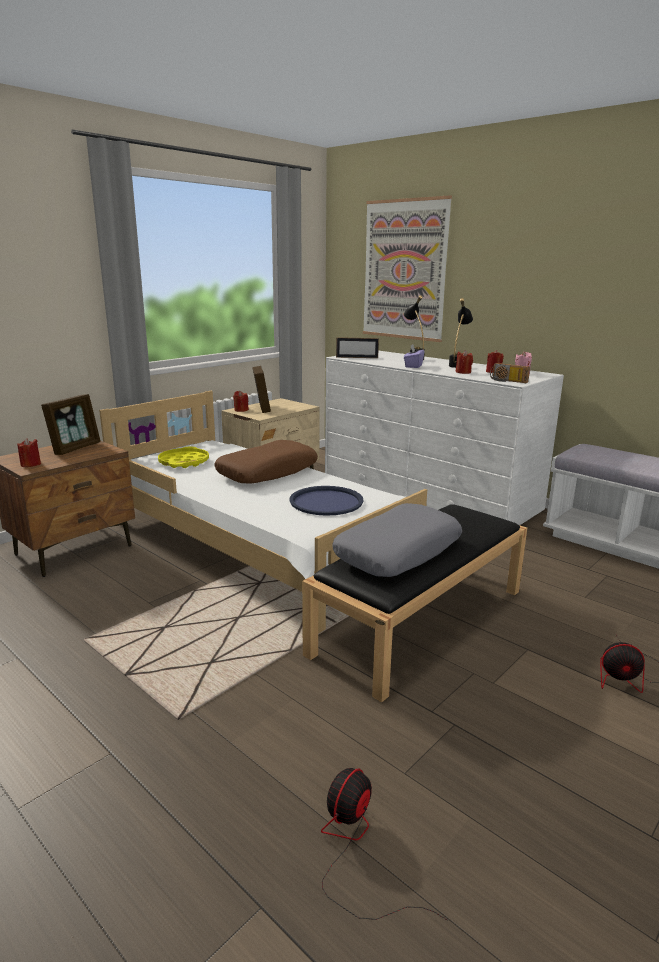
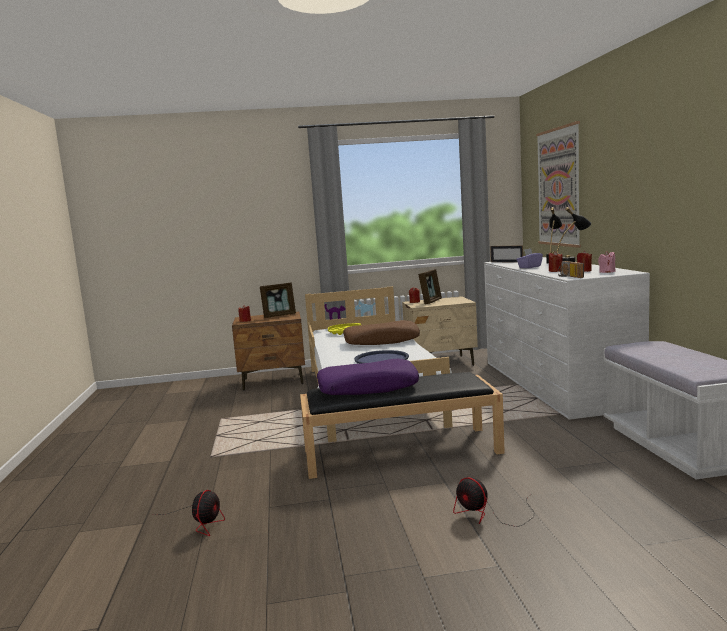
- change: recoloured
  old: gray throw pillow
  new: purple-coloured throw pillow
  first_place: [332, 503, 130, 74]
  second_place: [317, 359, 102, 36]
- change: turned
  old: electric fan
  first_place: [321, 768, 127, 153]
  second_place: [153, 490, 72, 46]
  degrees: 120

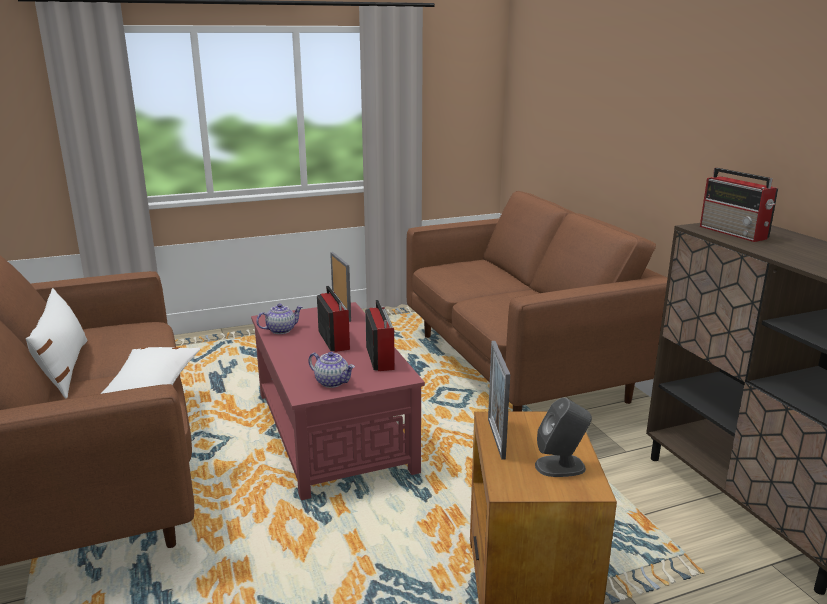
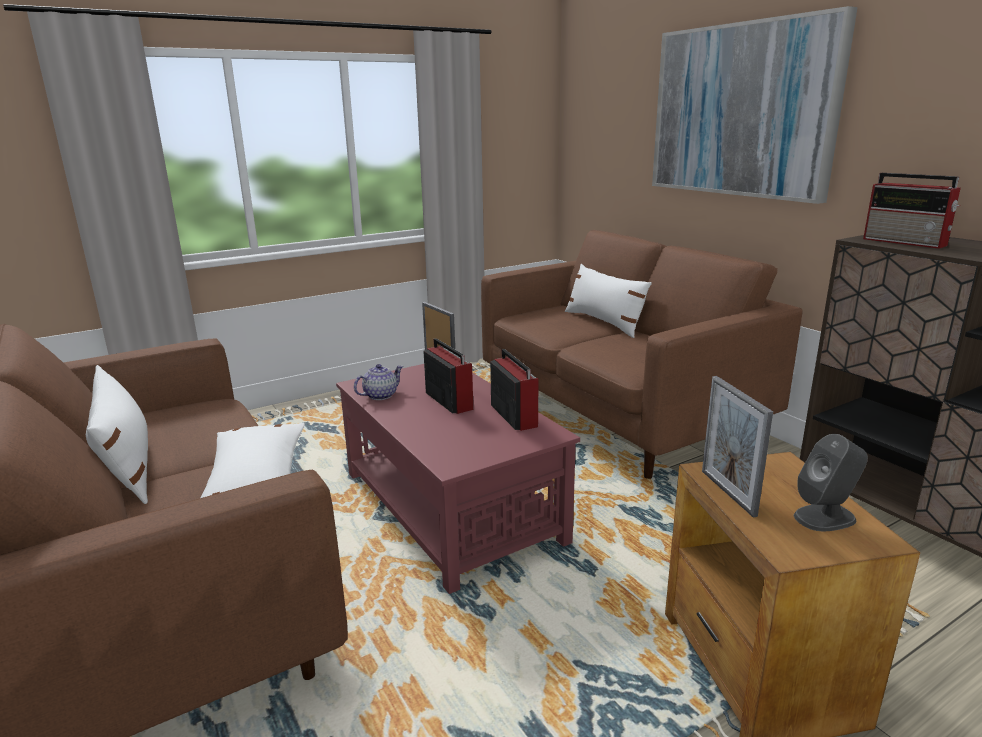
- change: removed
  old: pot for tea
  first_place: [308, 352, 47, 36]
- change: added
  new: white-coloured throw pillow
  second_place: [565, 264, 87, 74]
- change: added
  new: wall art
  second_place: [652, 6, 206, 198]

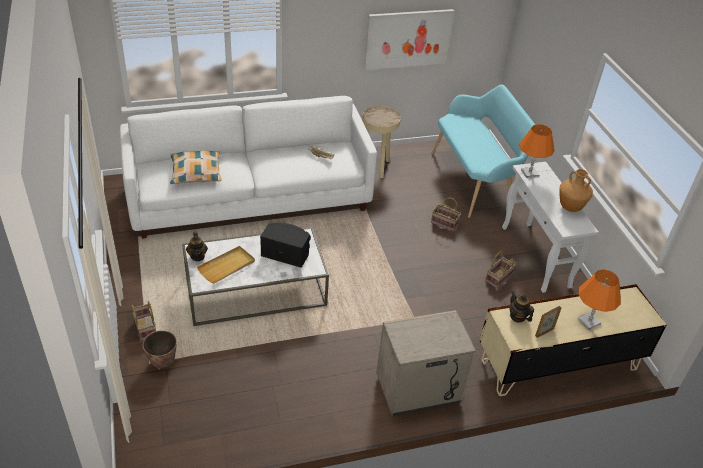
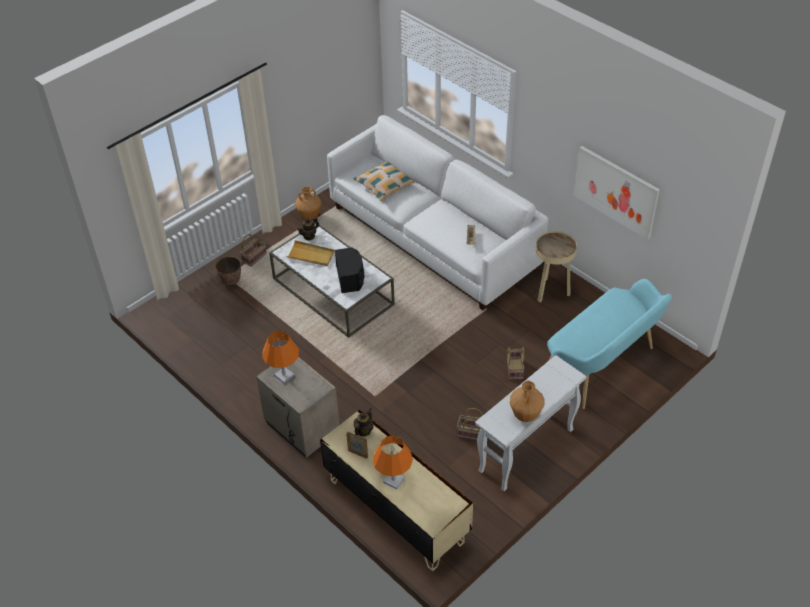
- change: added
  new: brown flower vase
  second_place: [295, 187, 27, 33]
- change: moved
  old: orange lamp for a table
  first_place: [519, 124, 36, 54]
  second_place: [262, 331, 37, 52]

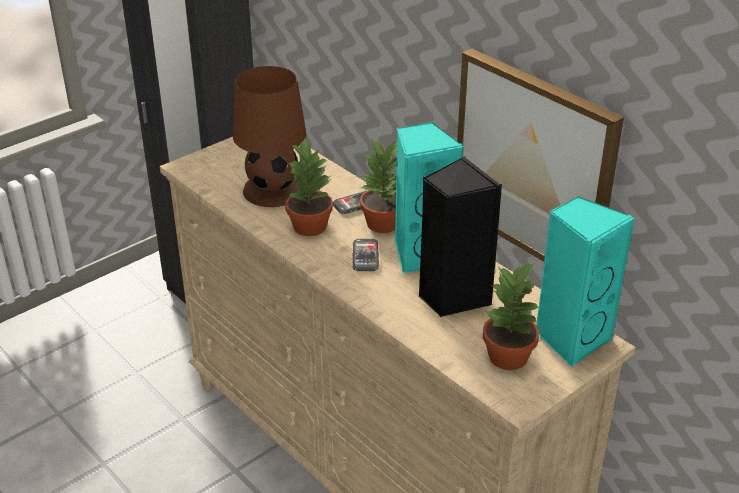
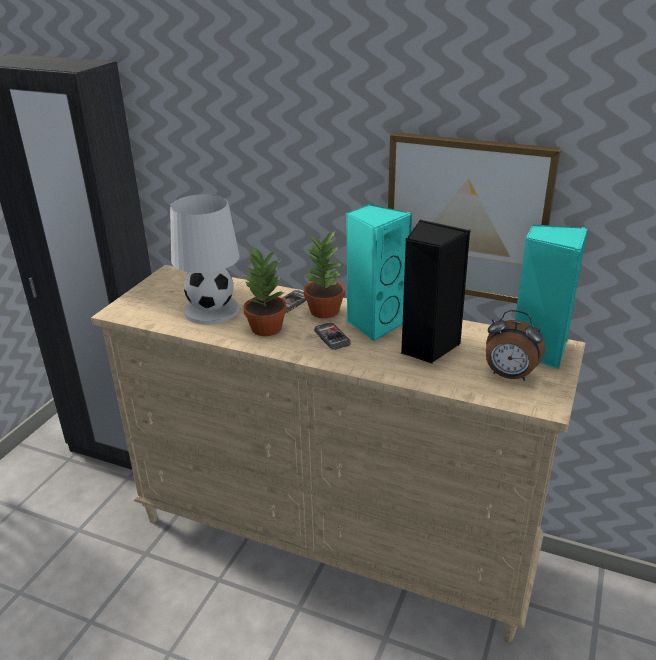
- change: replaced
  old: potted plant
  new: alarm clock
  first_place: [483, 262, 57, 108]
  second_place: [486, 310, 59, 71]
- change: recoloured
  old: brown lamp for a table
  new: white-coloured lamp for a table
  first_place: [233, 66, 74, 141]
  second_place: [170, 194, 70, 131]

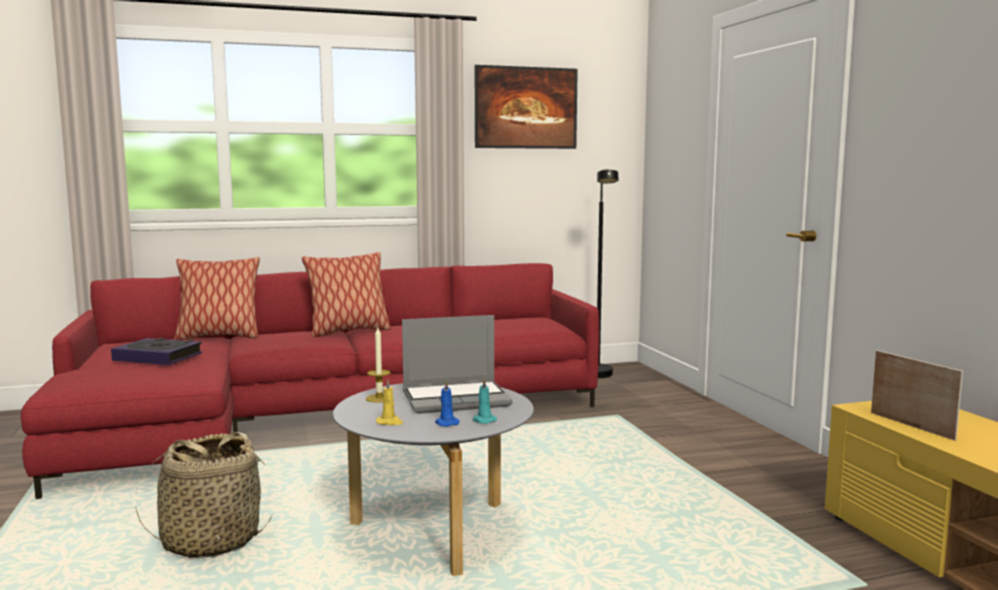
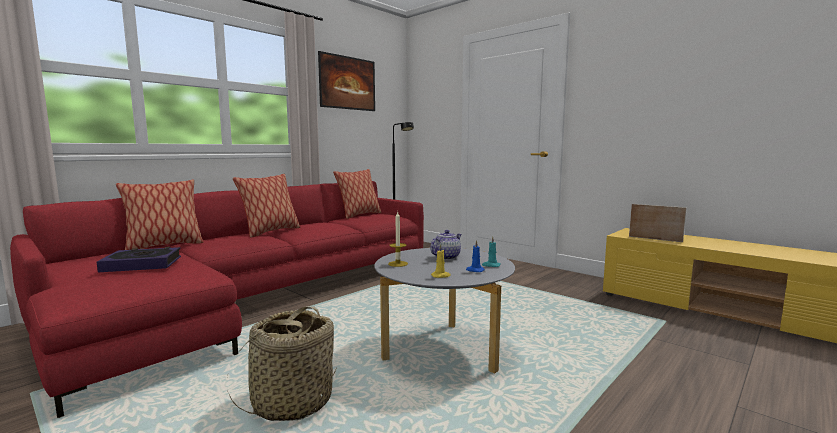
- change: added
  new: throw pillow
  second_place: [333, 169, 48, 50]
- change: replaced
  old: laptop
  new: pot for tea
  first_place: [402, 315, 110, 99]
  second_place: [430, 230, 31, 30]

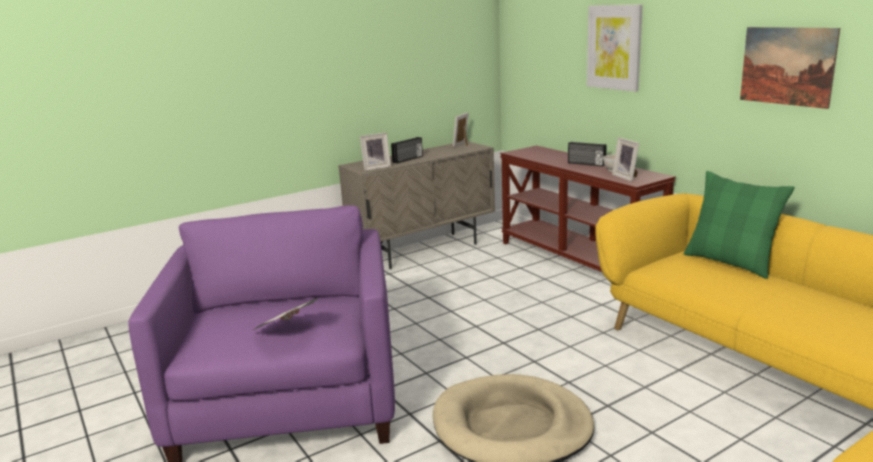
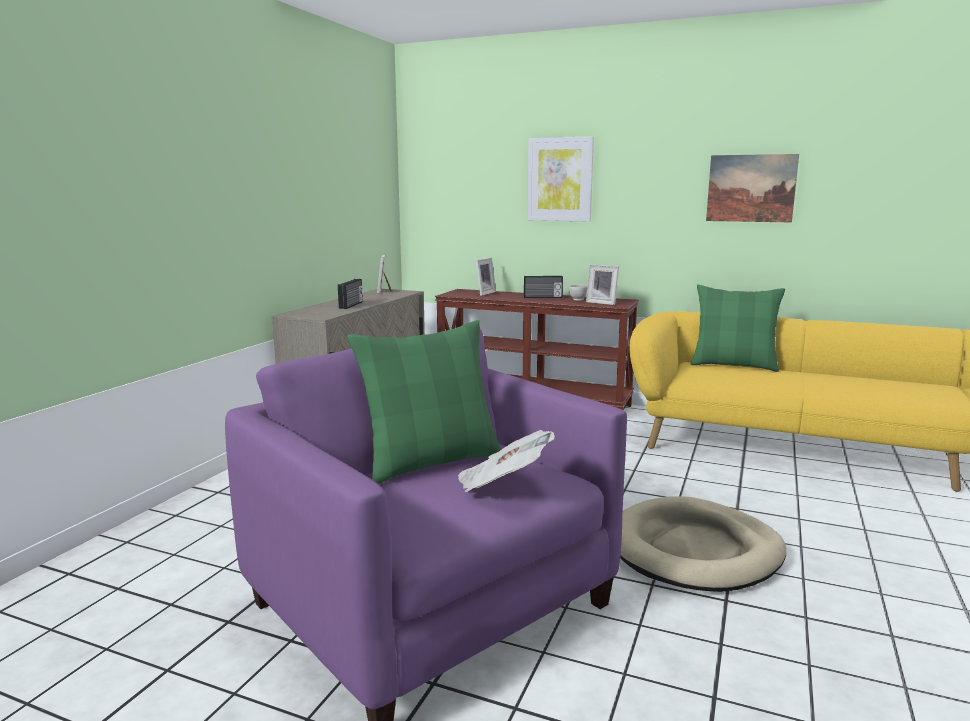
- change: added
  new: greenish throw pillow
  second_place: [347, 320, 154, 164]
- change: moved
  old: picture frame
  first_place: [360, 132, 31, 39]
  second_place: [476, 258, 20, 38]

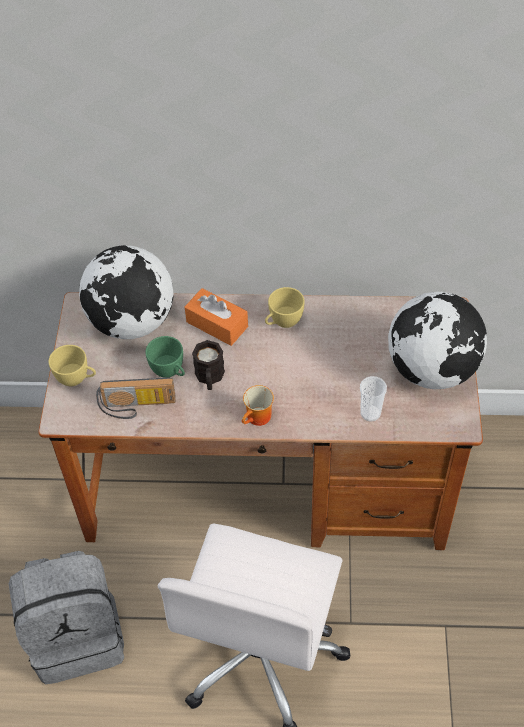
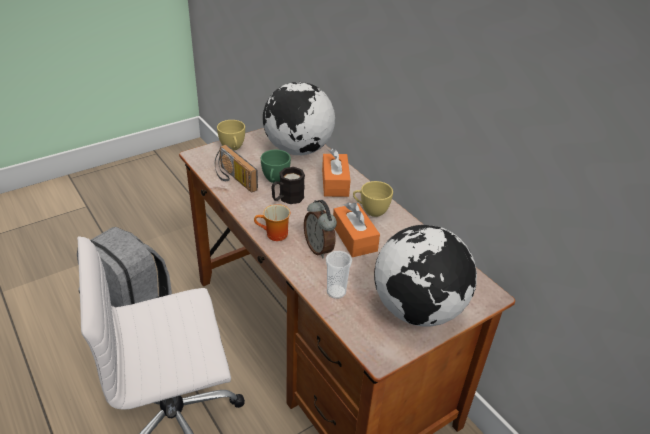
- change: added
  new: alarm clock
  second_place: [304, 200, 33, 58]
- change: added
  new: orange box of tissues
  second_place: [333, 202, 47, 55]

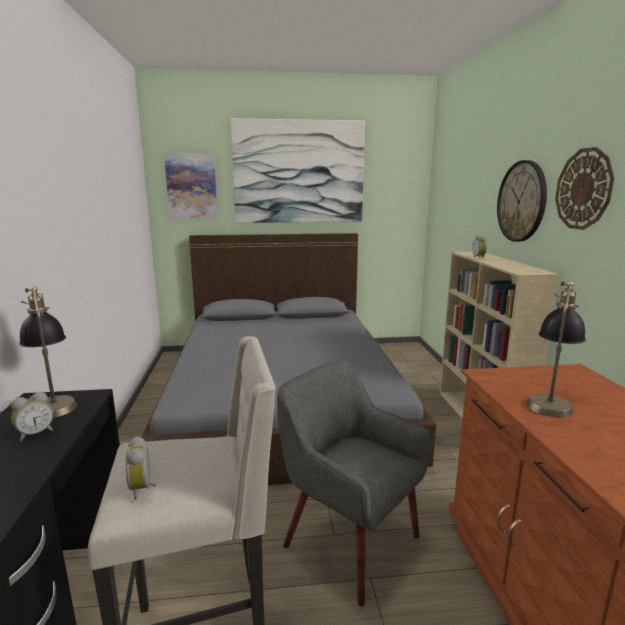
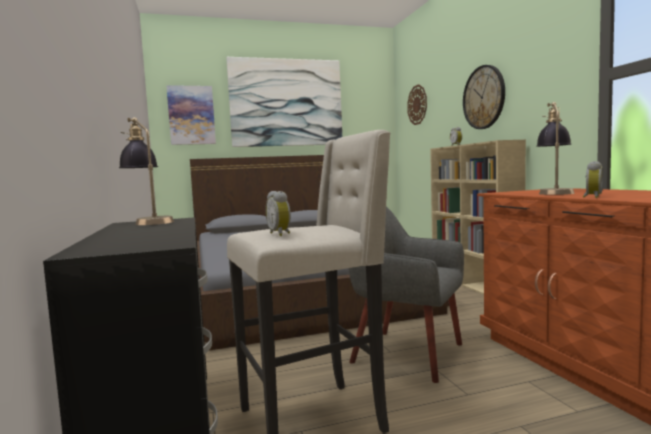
- change: moved
  old: alarm clock
  first_place: [11, 392, 42, 49]
  second_place: [583, 161, 20, 37]
- change: moved
  old: hanging clock
  first_place: [555, 147, 59, 83]
  second_place: [407, 84, 20, 41]

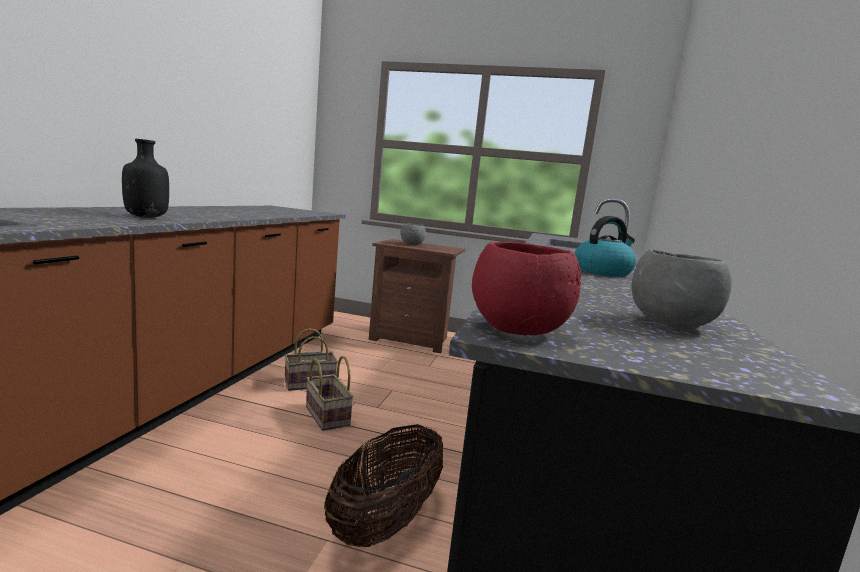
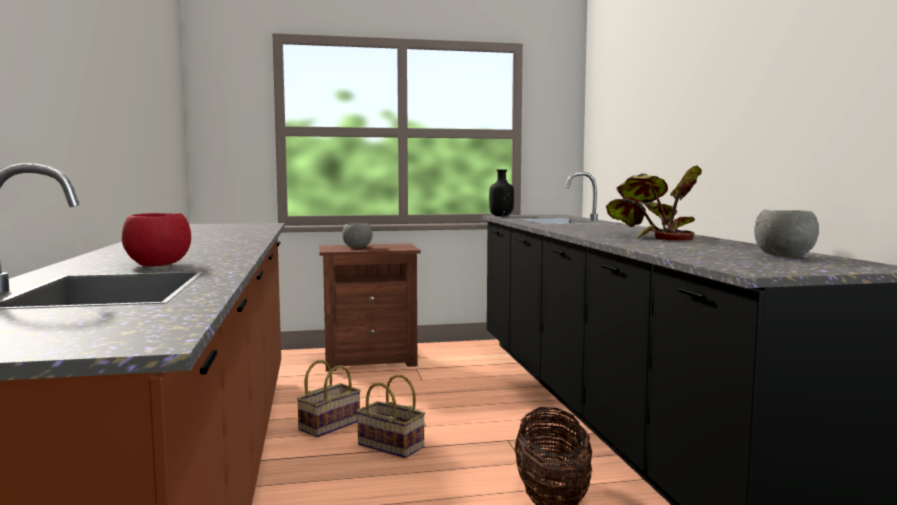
- change: moved
  old: blackish drink bottle
  first_place: [122, 139, 47, 79]
  second_place: [489, 169, 25, 47]
- change: moved
  old: reddish bowl
  first_place: [472, 242, 109, 93]
  second_place: [122, 213, 69, 53]
- change: replaced
  old: water kettle
  new: potted plant
  first_place: [575, 216, 62, 61]
  second_place: [606, 165, 96, 76]

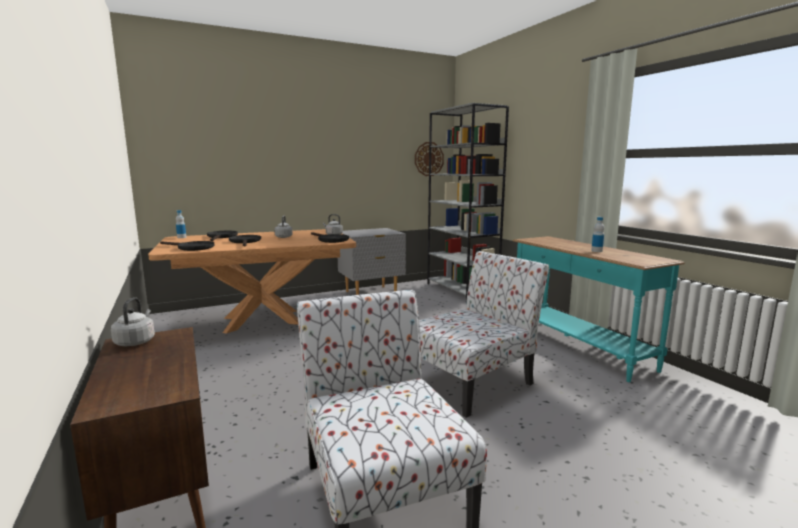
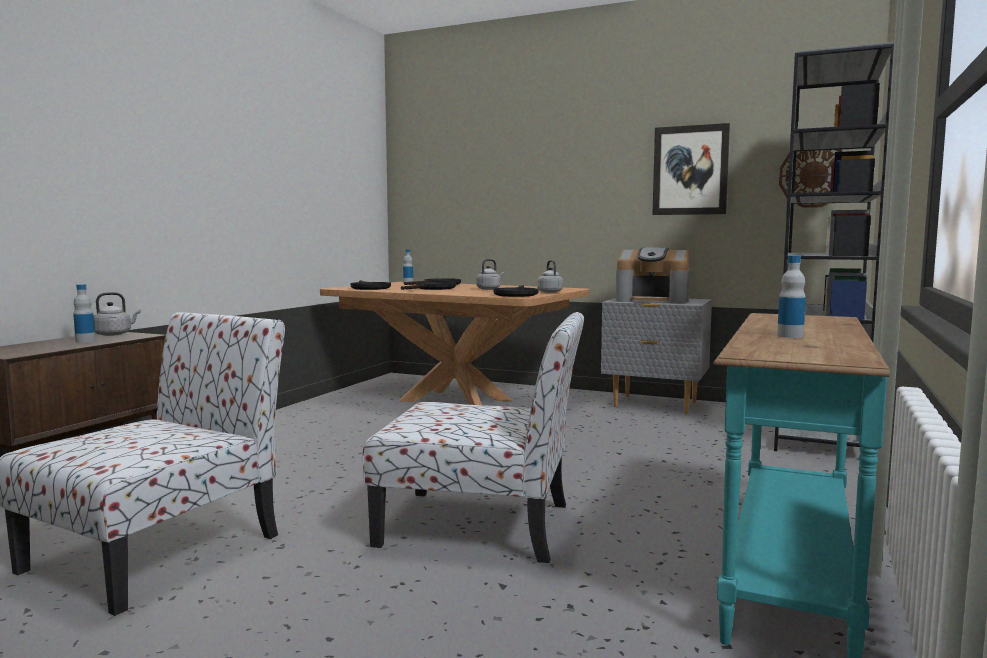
- change: added
  new: drink bottle
  second_place: [73, 284, 22, 59]
- change: added
  new: coffee machine
  second_place: [615, 248, 75, 56]
- change: added
  new: wall art
  second_place: [652, 123, 78, 92]

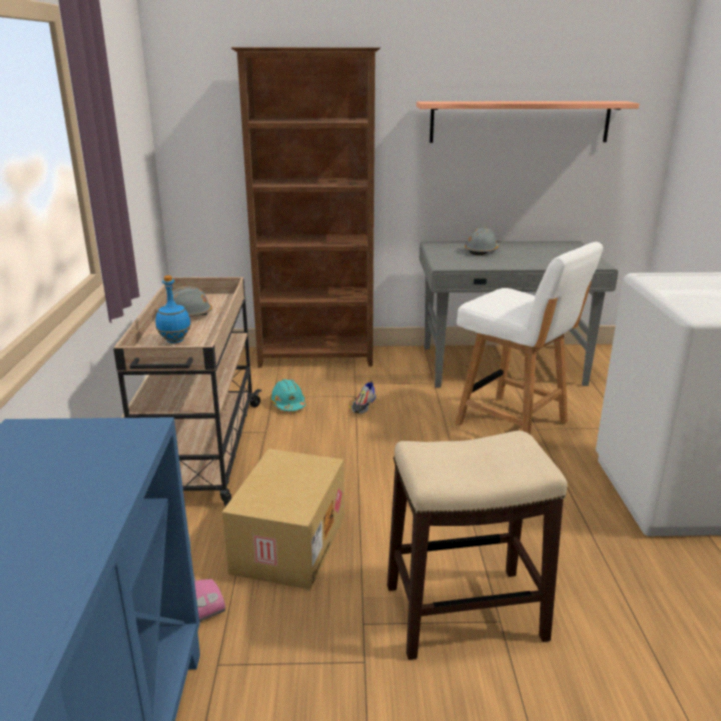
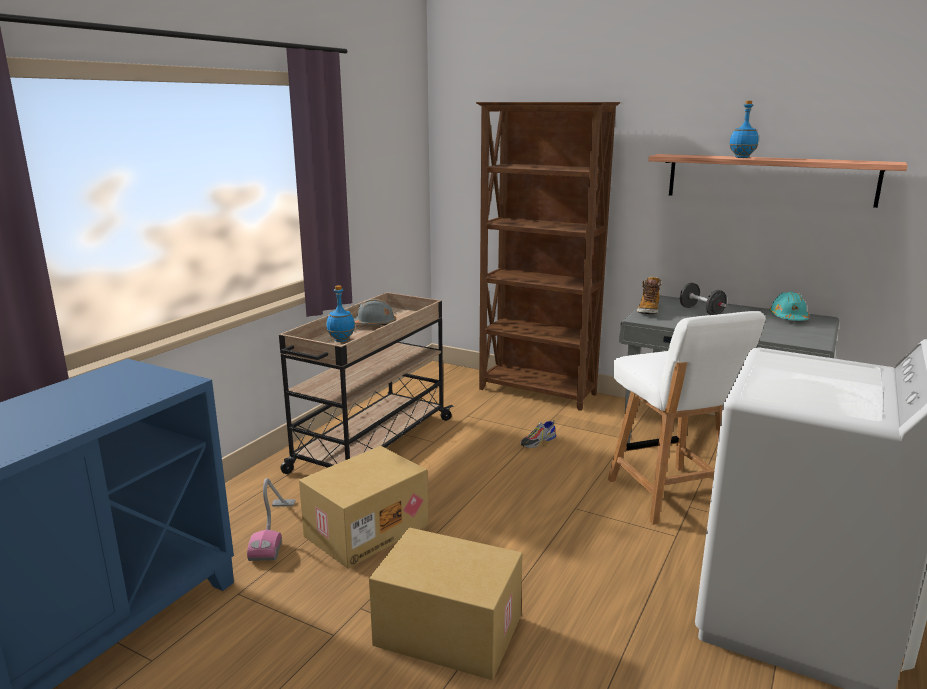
- change: added
  new: tall boot
  second_place: [637, 276, 24, 38]
- change: added
  new: blue drink bottle
  second_place: [729, 101, 30, 57]
- change: moved
  old: blue-green safety helmet
  first_place: [270, 379, 36, 32]
  second_place: [769, 291, 40, 30]
- change: replaced
  old: stool seat
  new: carton
  first_place: [387, 431, 181, 229]
  second_place: [369, 527, 154, 153]
- change: replaced
  old: gray safety helmet
  new: blackish hand weight
  first_place: [465, 227, 34, 28]
  second_place: [680, 283, 47, 32]

